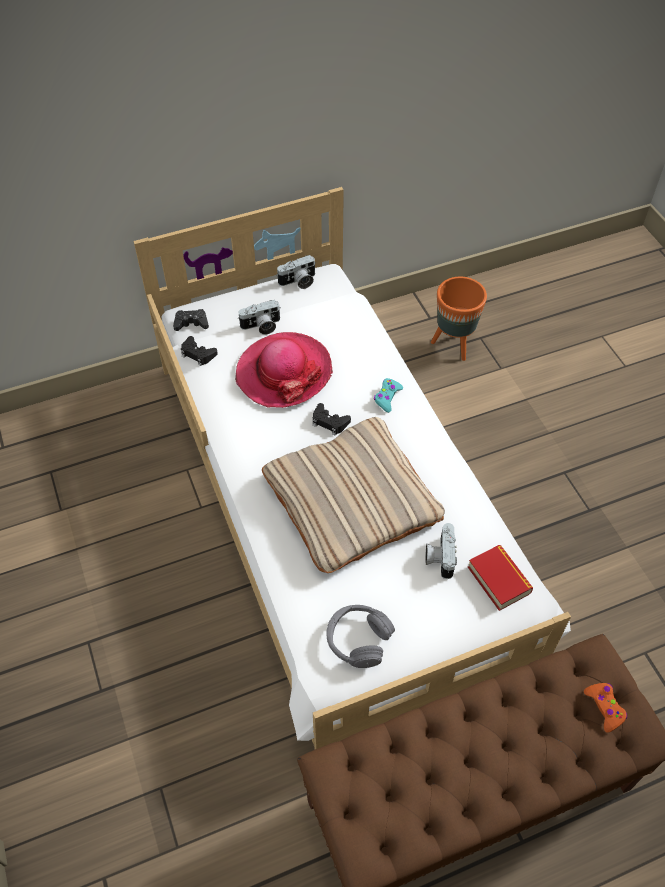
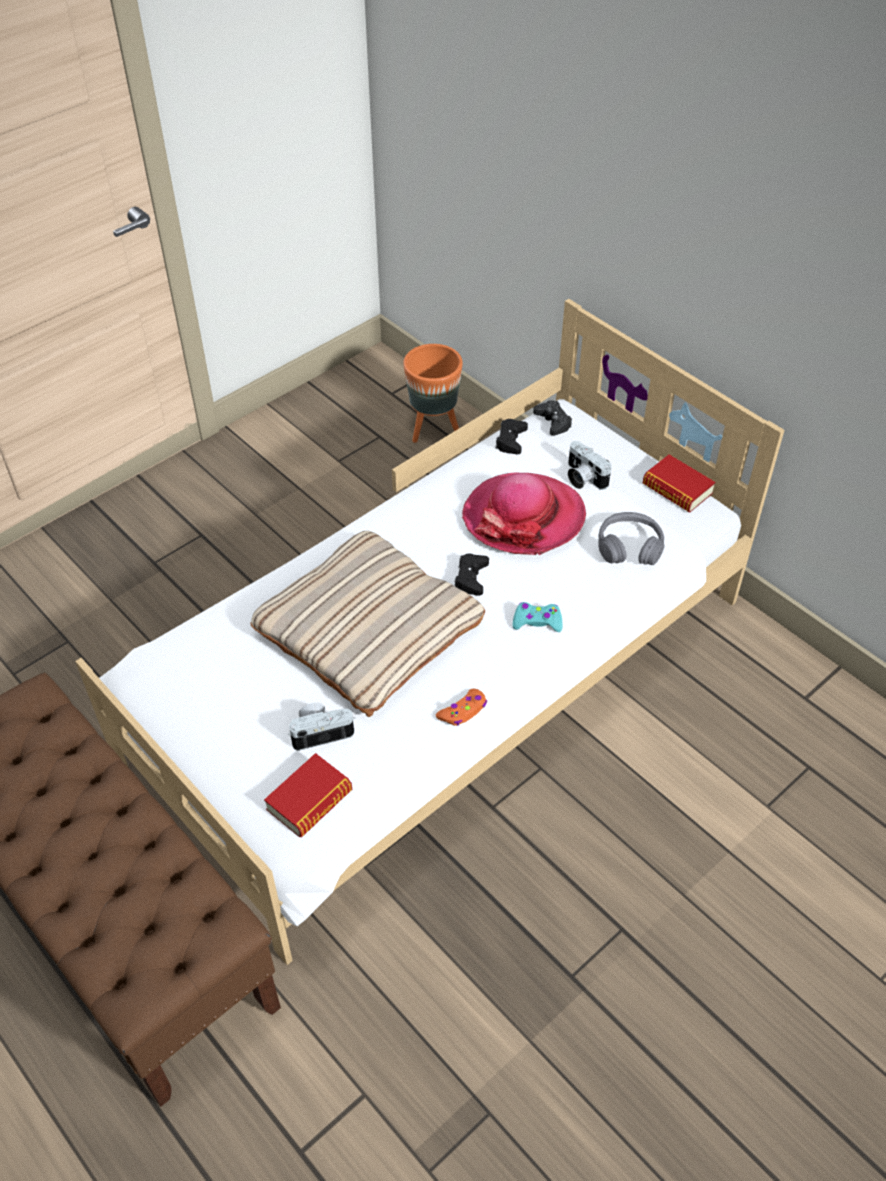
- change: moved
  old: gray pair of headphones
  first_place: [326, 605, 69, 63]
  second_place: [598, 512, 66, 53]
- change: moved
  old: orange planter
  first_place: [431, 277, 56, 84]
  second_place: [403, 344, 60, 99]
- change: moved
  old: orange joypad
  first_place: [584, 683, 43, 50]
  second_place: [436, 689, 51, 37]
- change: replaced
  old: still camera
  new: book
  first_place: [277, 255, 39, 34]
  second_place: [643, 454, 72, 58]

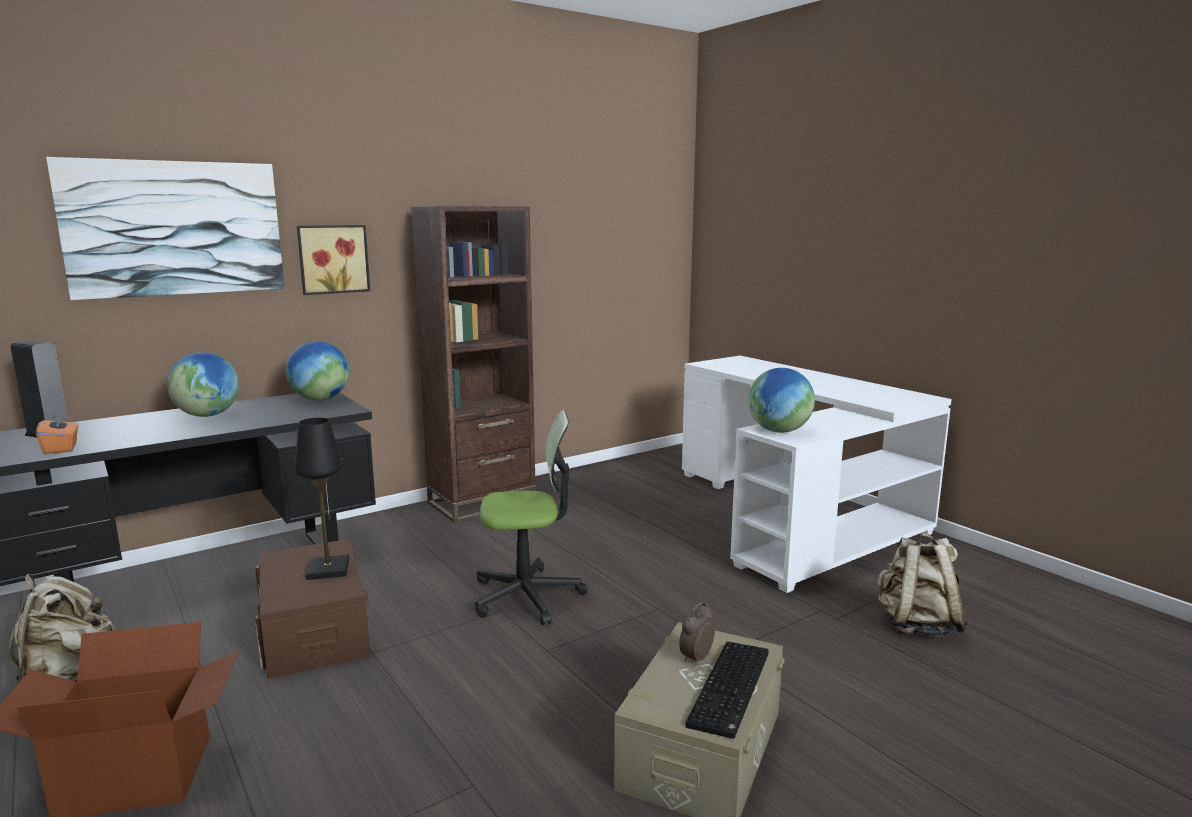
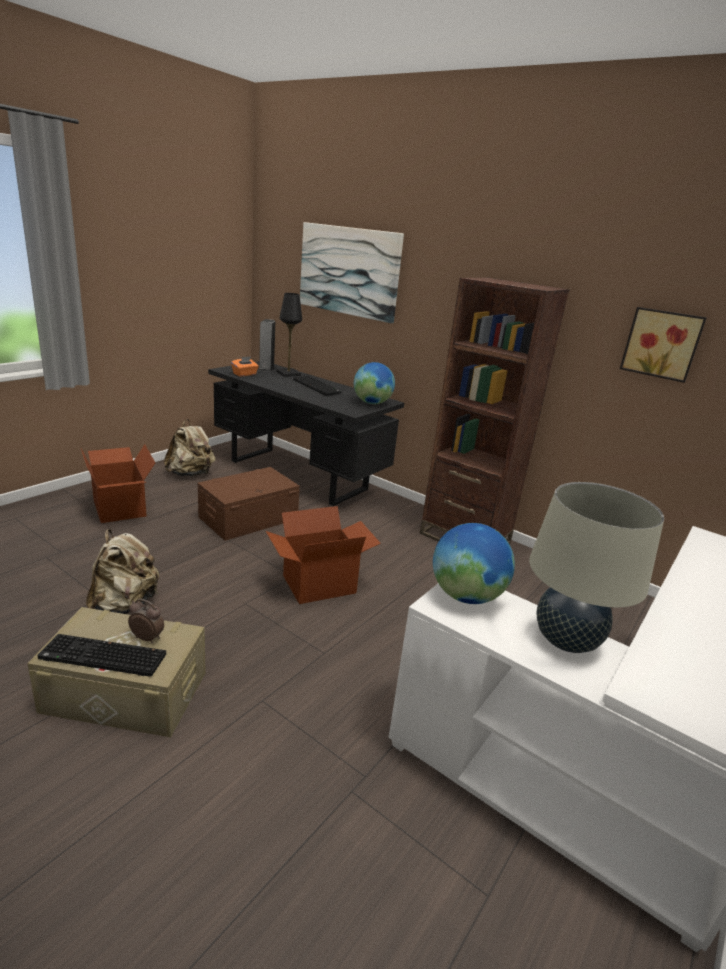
- change: added
  new: beige lamp for a table
  second_place: [529, 482, 135, 171]
- change: moved
  old: blackish lamp for a table
  first_place: [294, 418, 55, 162]
  second_place: [276, 293, 26, 84]
- change: moved
  old: wall art
  first_place: [297, 225, 73, 70]
  second_place: [620, 307, 87, 76]
- change: moved
  old: beige backpack
  first_place: [878, 533, 91, 104]
  second_place: [86, 529, 73, 85]
- change: replaced
  old: globe
  new: PC keyboard
  first_place: [167, 352, 72, 65]
  second_place: [293, 375, 48, 21]
- change: replaced
  old: desk chair
  new: carton
  first_place: [475, 410, 112, 215]
  second_place: [266, 506, 115, 98]

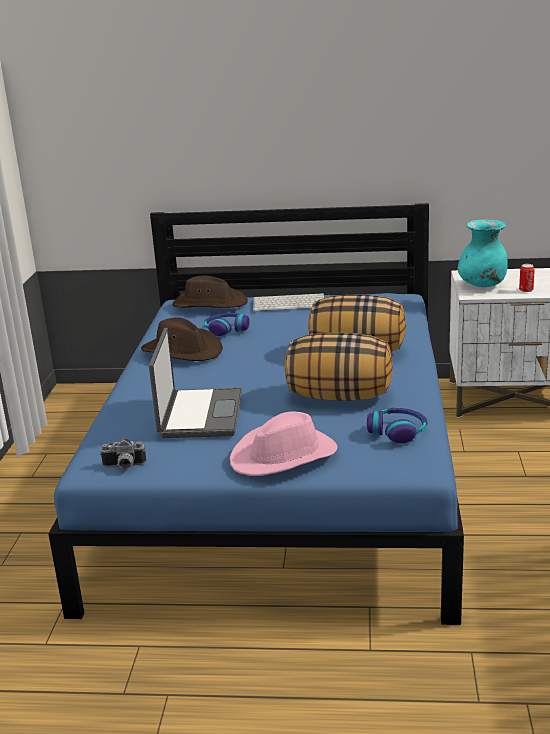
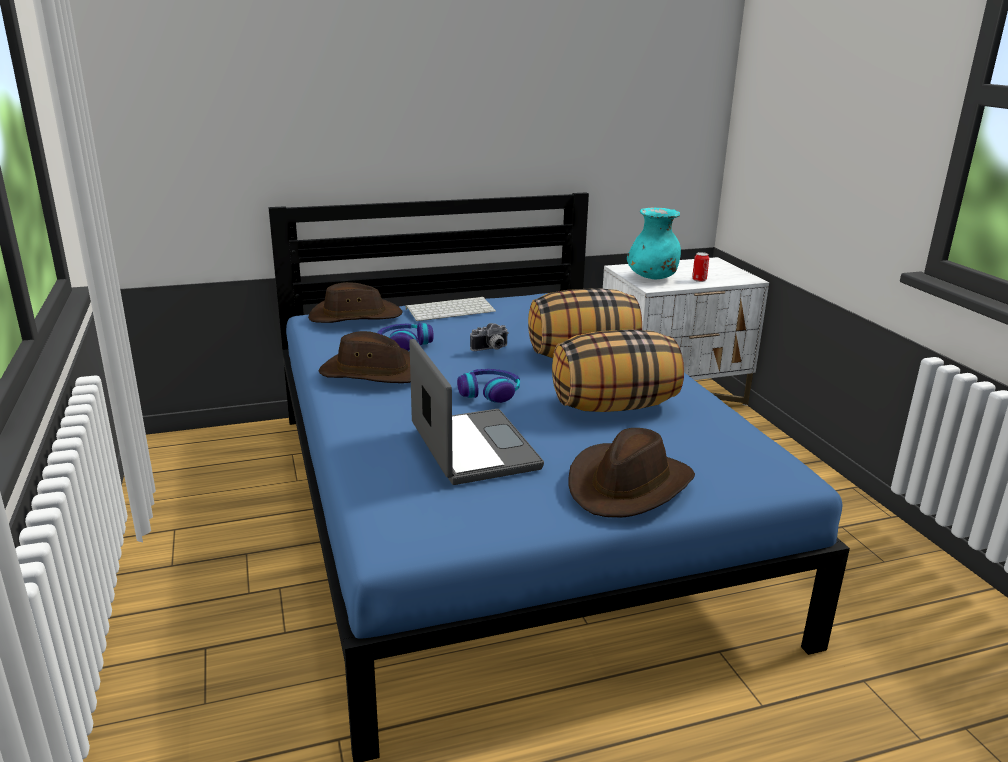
- change: moved
  old: still camera
  first_place: [100, 438, 46, 31]
  second_place: [470, 323, 39, 28]
- change: moved
  old: pair of headphones
  first_place: [367, 408, 60, 35]
  second_place: [457, 369, 63, 34]
- change: recoloured
  old: pinkish hat
  new: brown hat
  first_place: [230, 411, 107, 65]
  second_place: [569, 428, 126, 89]

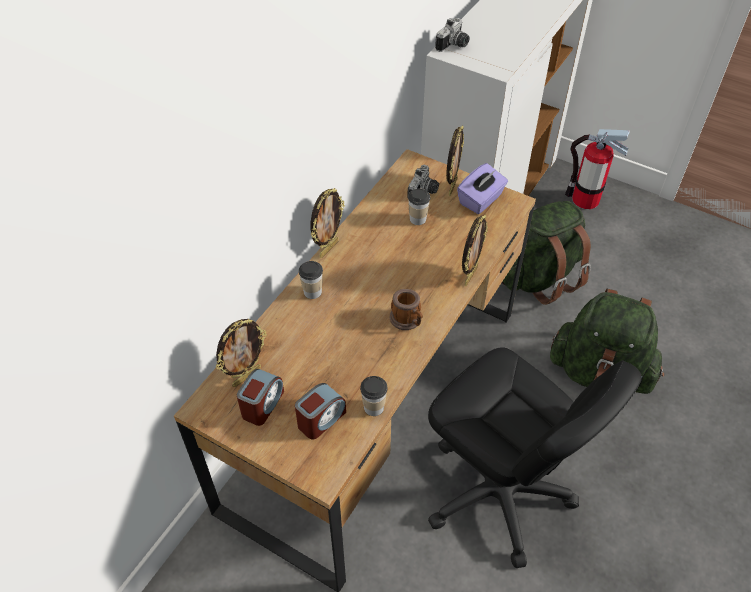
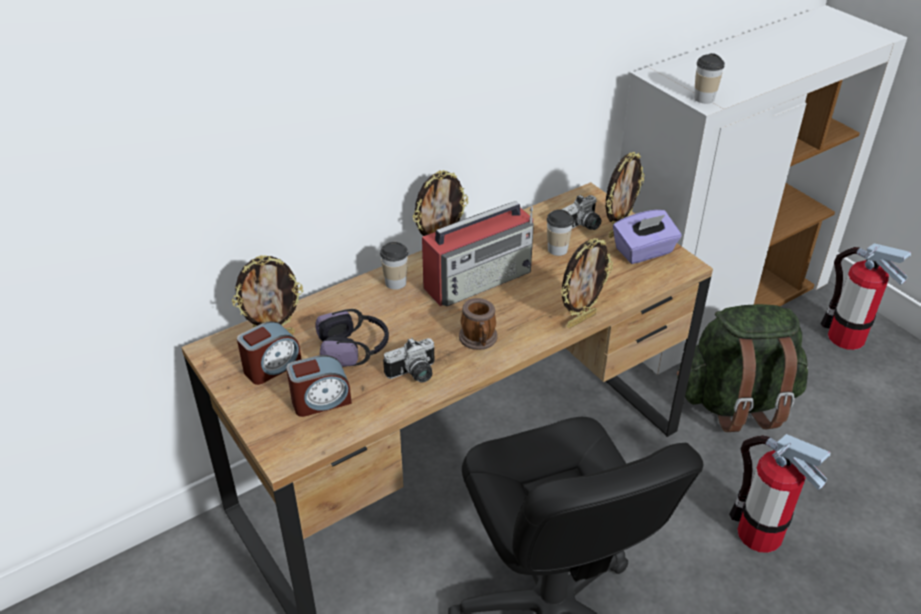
- change: added
  new: pair of headphones
  second_place: [315, 309, 74, 58]
- change: added
  new: radio set
  second_place: [422, 201, 112, 105]
- change: moved
  old: small cup
  first_place: [360, 376, 27, 40]
  second_place: [694, 53, 31, 50]
- change: moved
  old: still camera
  first_place: [435, 18, 35, 34]
  second_place: [383, 337, 52, 46]
- change: replaced
  old: greenish backpack
  new: fire extinguisher
  first_place: [550, 289, 115, 105]
  second_place: [729, 434, 101, 119]

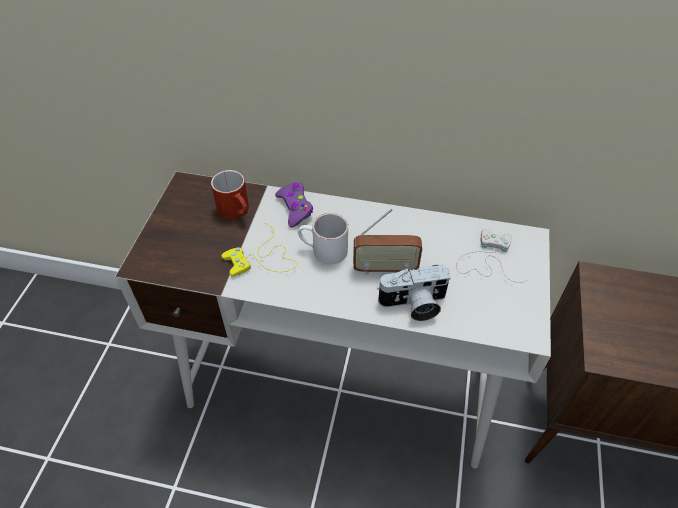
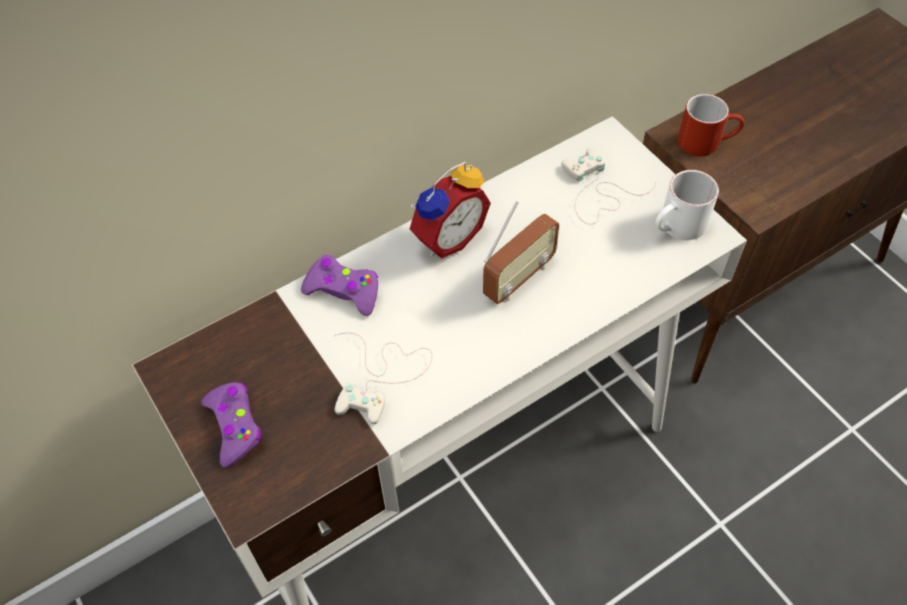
- change: removed
  old: still camera
  first_place: [377, 265, 74, 56]
- change: added
  new: purple-coloured joypad
  second_place: [202, 382, 59, 86]
- change: added
  new: alarm clock
  second_place: [410, 162, 81, 97]
- change: moved
  old: reddish tea mug
  first_place: [211, 170, 38, 49]
  second_place: [678, 94, 66, 62]
- change: moved
  old: white-coloured tea mug
  first_place: [298, 213, 50, 52]
  second_place: [655, 170, 64, 70]
- change: recoloured
  old: yellow joypad
  new: white-coloured joypad
  first_place: [221, 223, 76, 54]
  second_place: [334, 332, 99, 92]

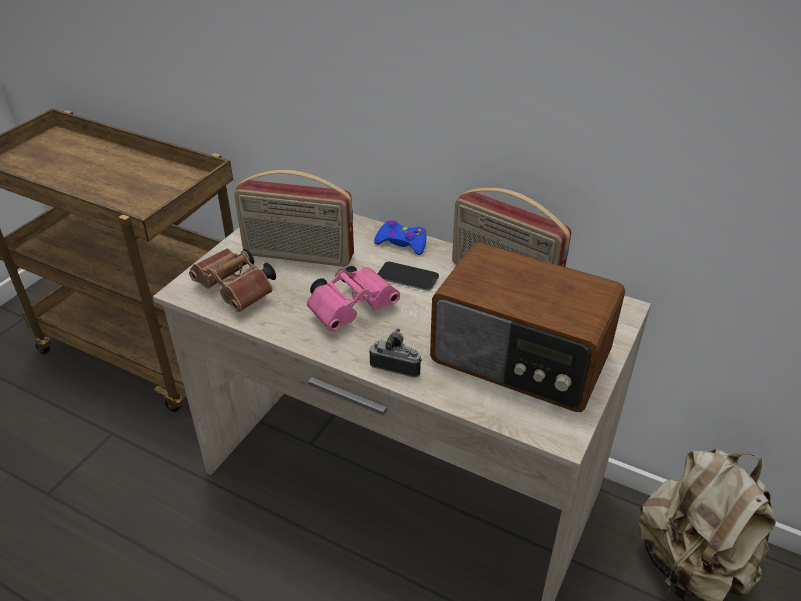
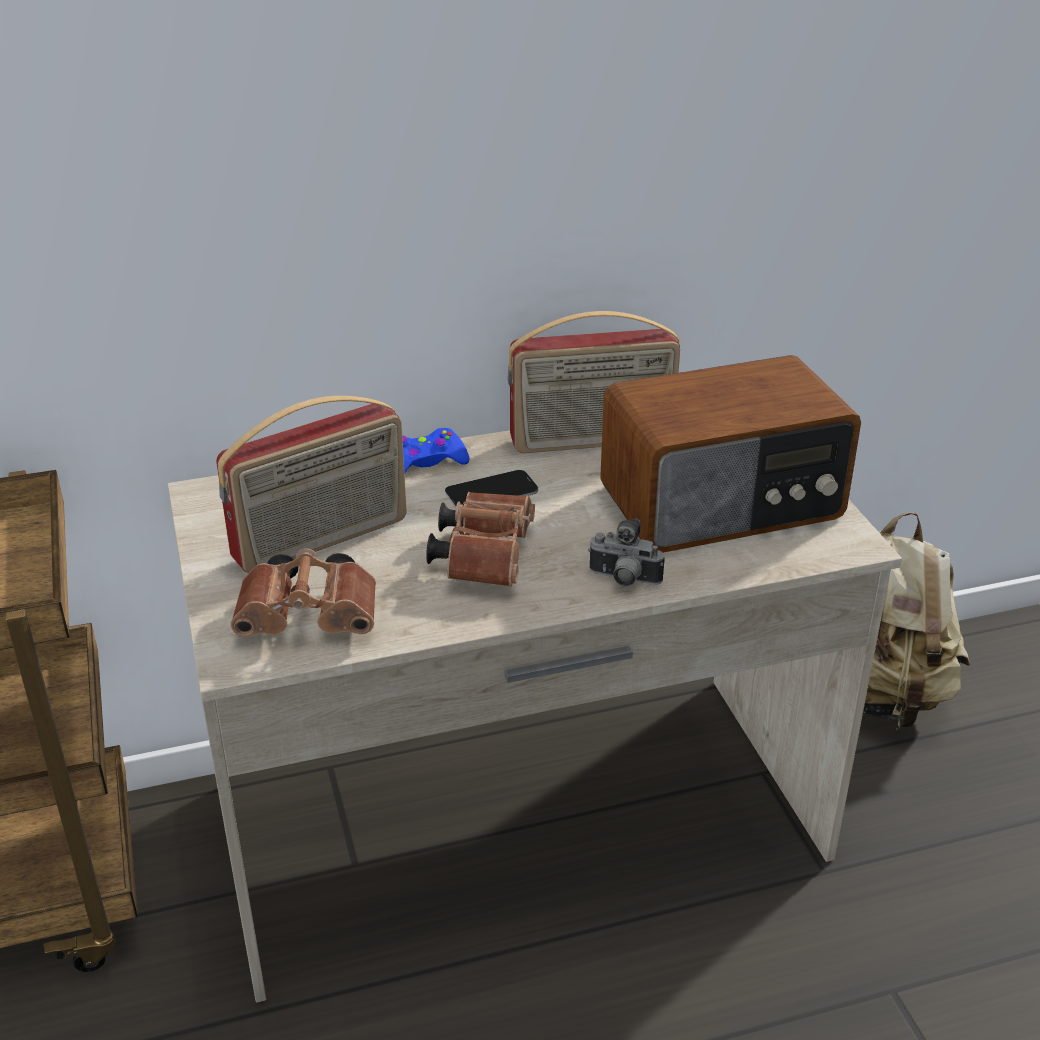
- change: recoloured
  old: pinkish pair of binoculars
  new: brown pair of binoculars
  first_place: [307, 266, 93, 65]
  second_place: [426, 492, 109, 95]
- change: turned
  old: still camera
  first_place: [370, 328, 52, 50]
  second_place: [588, 518, 76, 68]
  degrees: -135

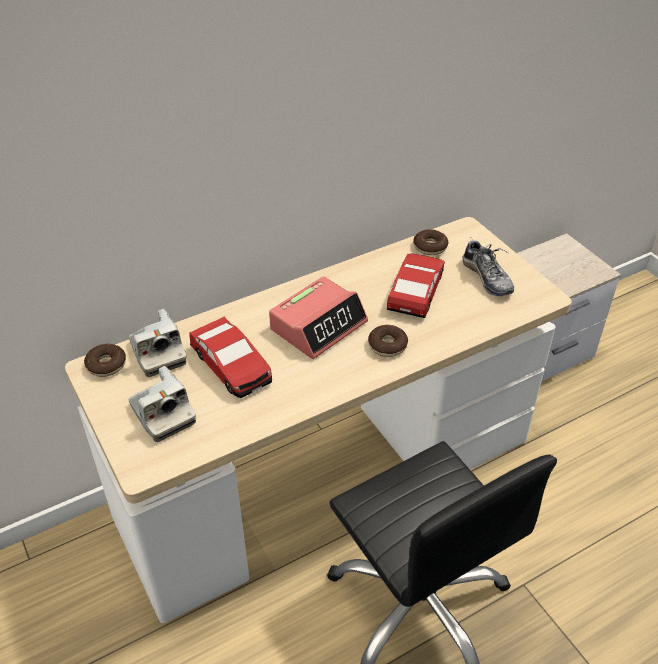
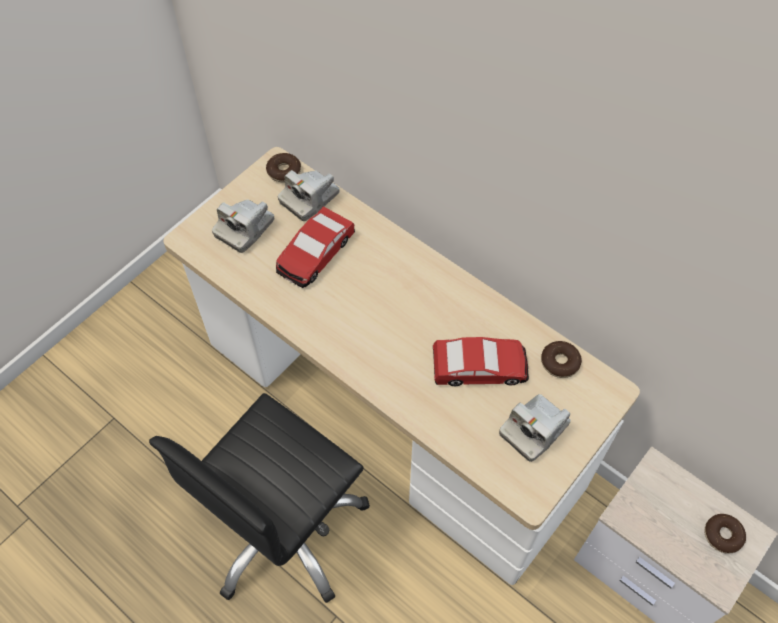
- change: removed
  old: alarm clock
  first_place: [269, 276, 99, 83]
- change: moved
  old: donut
  first_place: [368, 325, 40, 32]
  second_place: [704, 514, 42, 40]
- change: replaced
  old: low shoe
  new: still camera
  first_place: [462, 238, 52, 58]
  second_place: [499, 394, 72, 68]

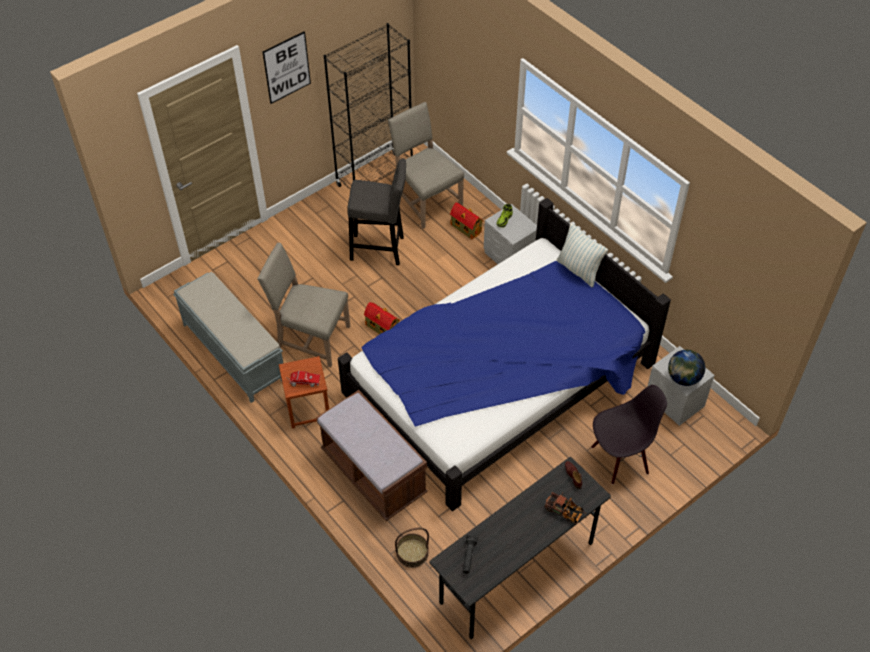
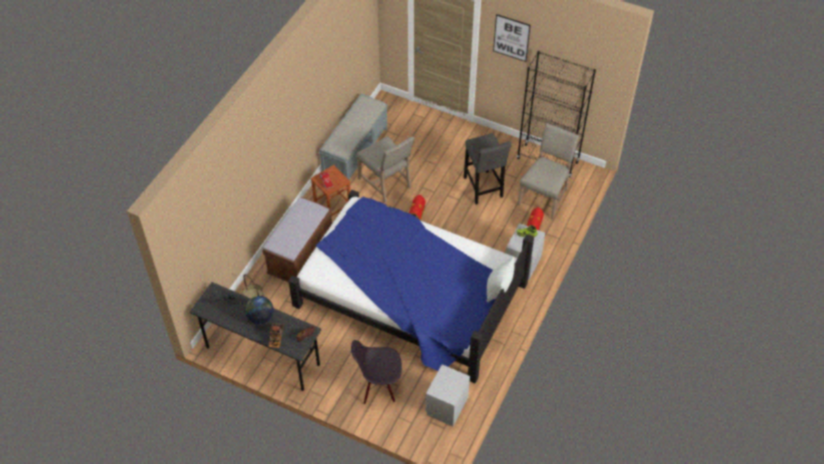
- change: moved
  old: globe
  first_place: [668, 350, 37, 36]
  second_place: [245, 296, 29, 28]
- change: turned
  old: beige chair
  first_place: [257, 243, 93, 124]
  second_place: [356, 136, 59, 67]
  degrees: 150
- change: turned
  old: blackish chair
  first_place: [591, 385, 76, 100]
  second_place: [351, 340, 51, 64]
  degrees: 135

